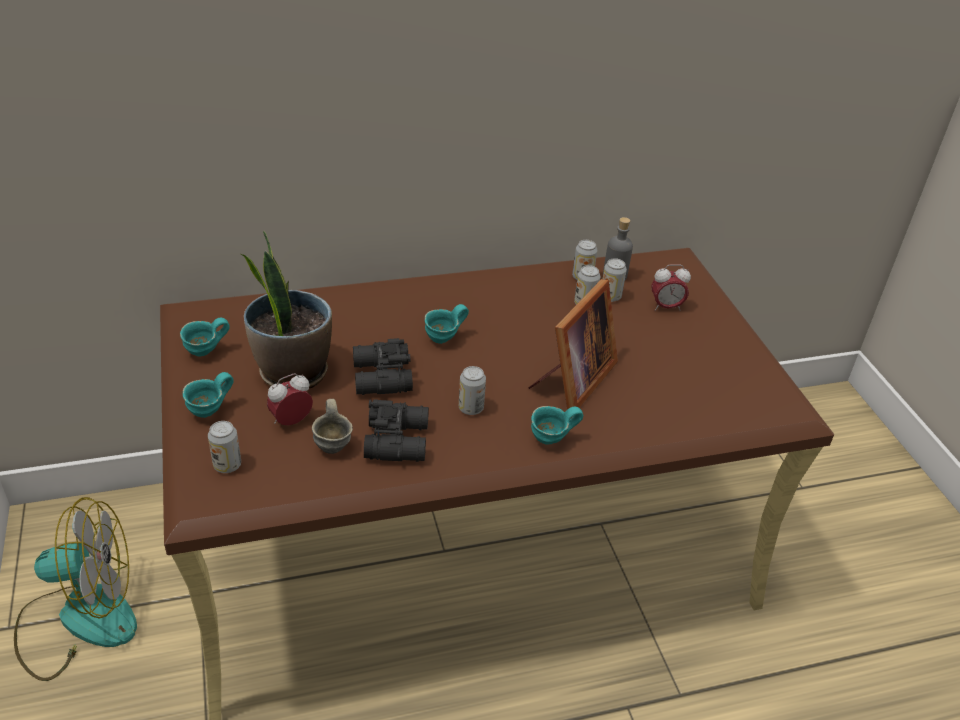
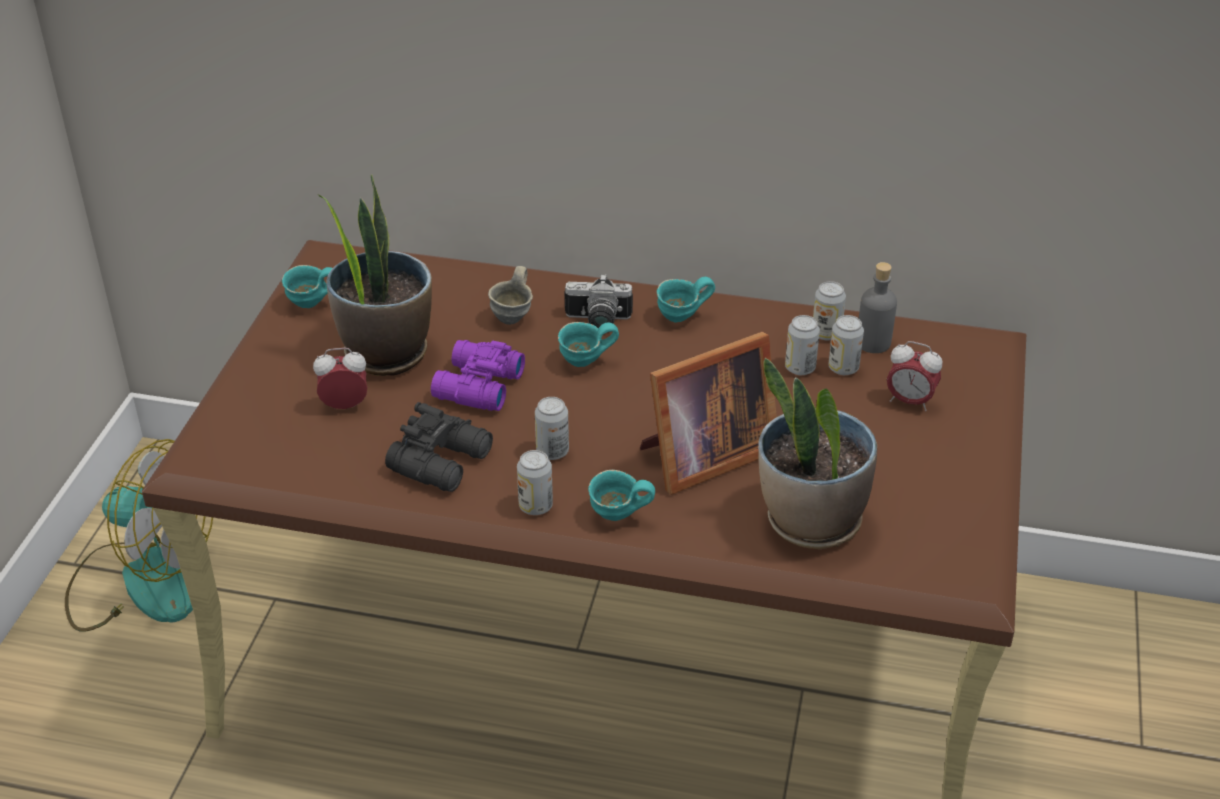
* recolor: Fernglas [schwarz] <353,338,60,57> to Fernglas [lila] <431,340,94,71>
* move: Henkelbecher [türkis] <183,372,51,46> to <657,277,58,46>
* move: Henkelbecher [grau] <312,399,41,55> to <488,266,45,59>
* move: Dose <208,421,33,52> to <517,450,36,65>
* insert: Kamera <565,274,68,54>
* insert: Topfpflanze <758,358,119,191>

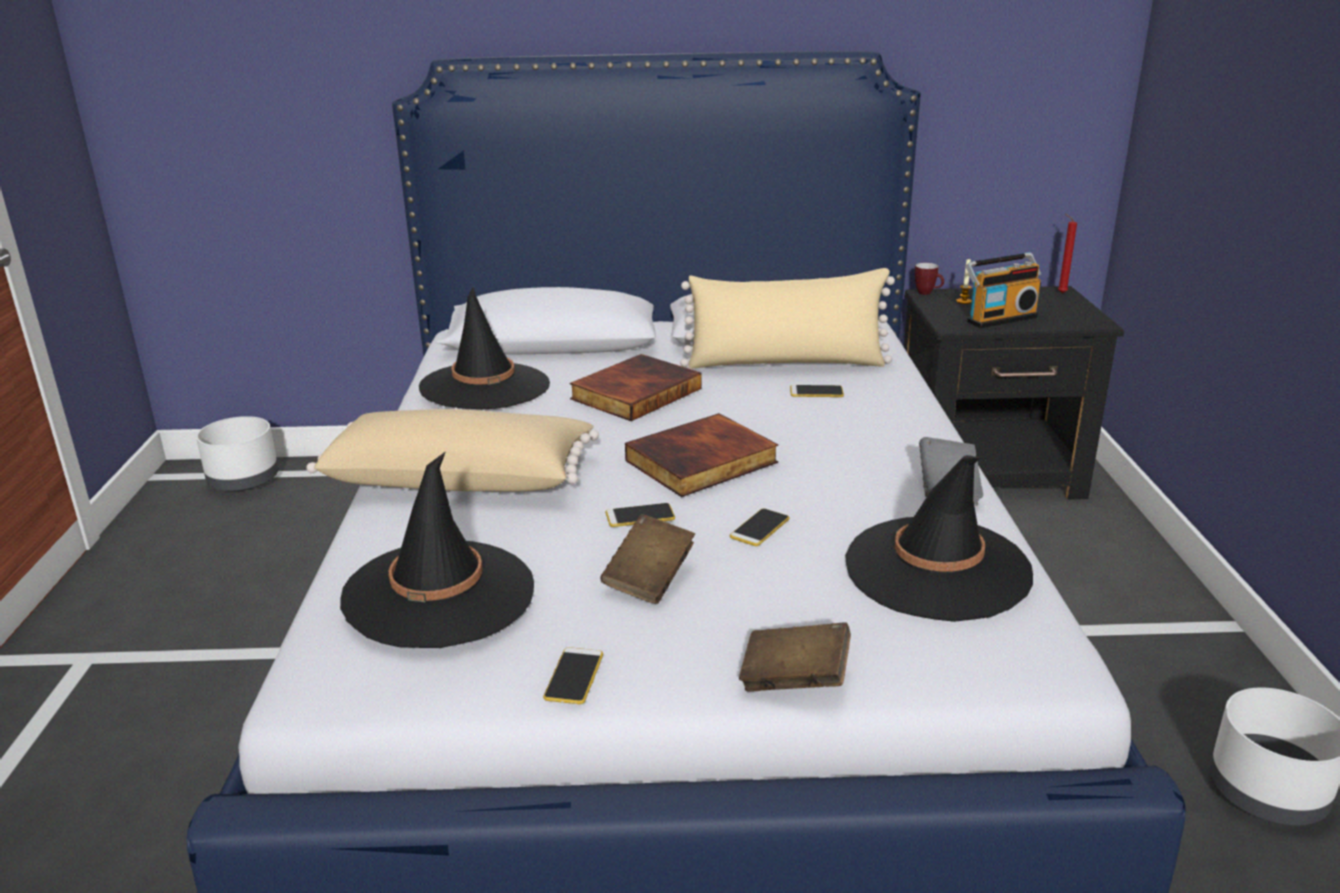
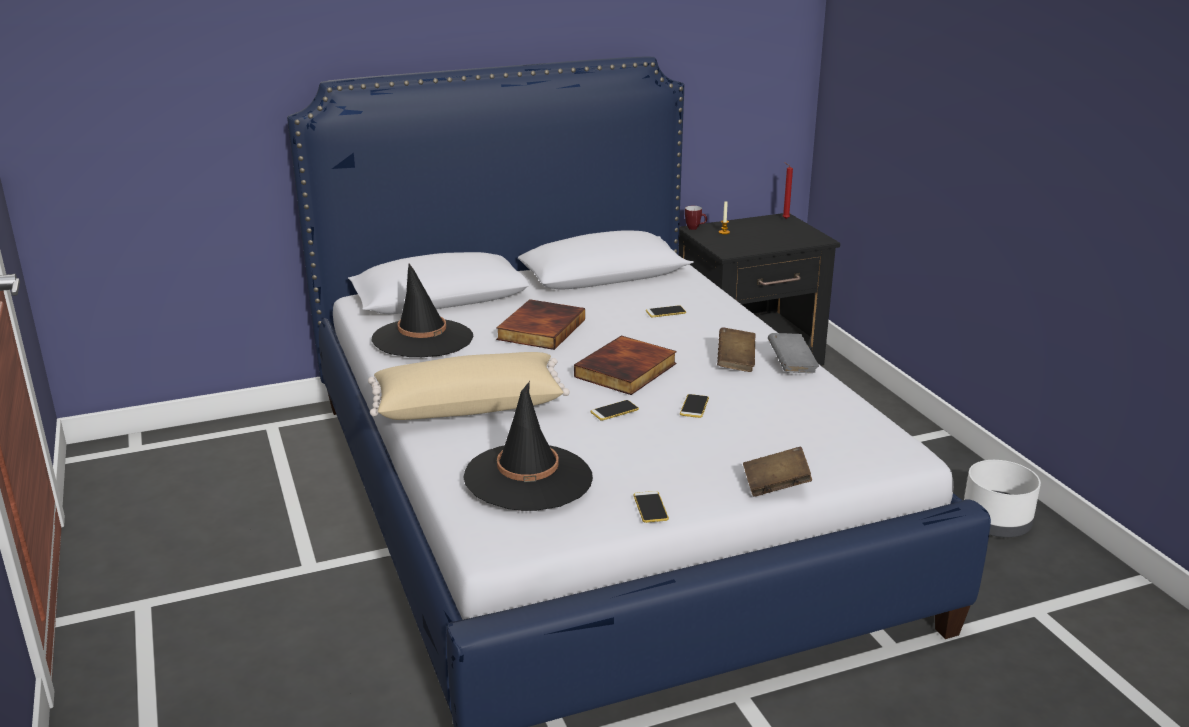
* delete: Radio <966,252,75,76>
* delete: Kissen [beige] <680,268,215,101>
* delete: Pflanzkübel [weiß] <196,416,82,75>
* delete: Hut [schwarz] <845,455,188,167>
* move: Buch [braun] <600,514,95,90> to <717,328,39,44>

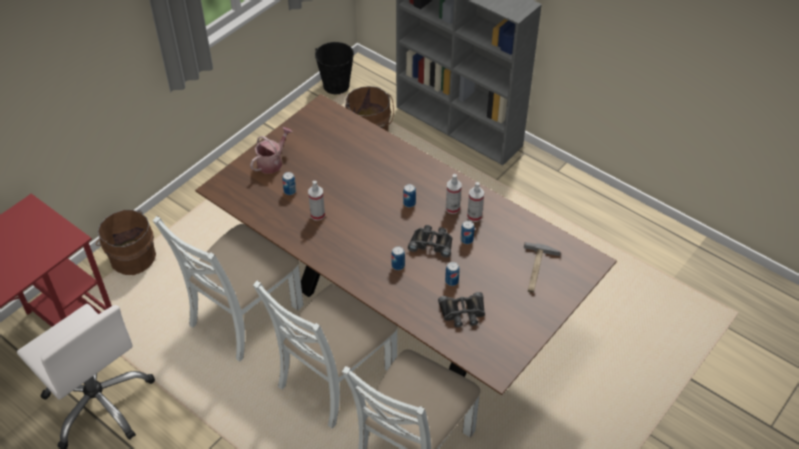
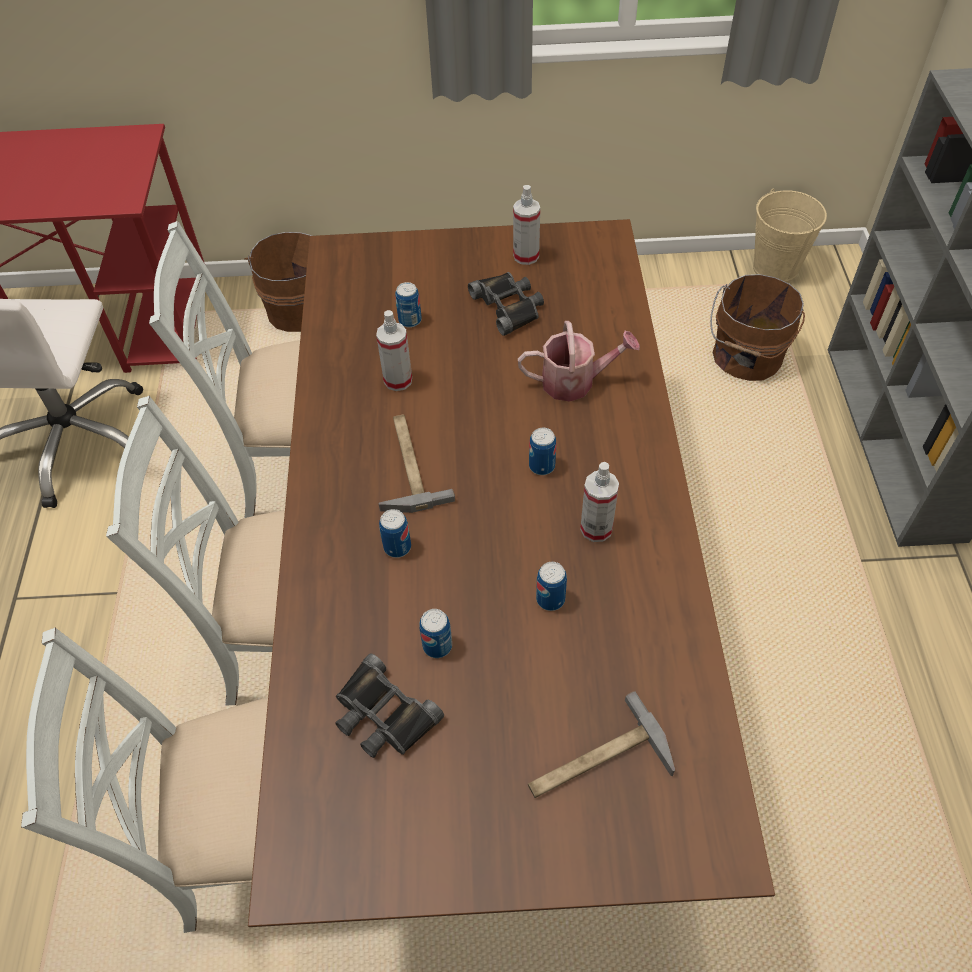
* recolor: Eimer [schwarz] <315,42,39,52> to Eimer [beige] <753,189,74,93>
* move: Gießkanne <250,127,43,47> to <518,321,122,81>
* move: Sprühflasche <467,182,17,40> to <513,185,27,80>
* move: Fernglas [schwarz] <408,225,45,33> to <468,272,76,64>
* insert: Hammer <378,414,77,99>

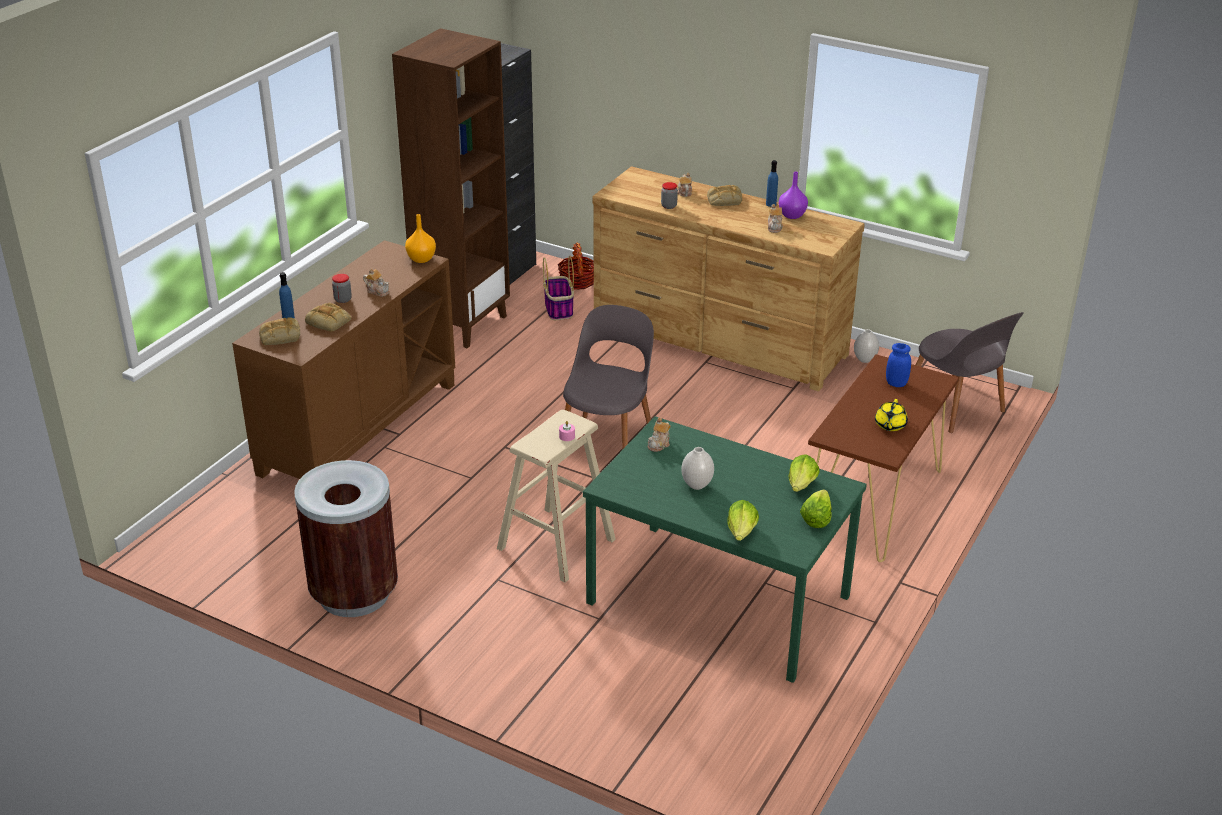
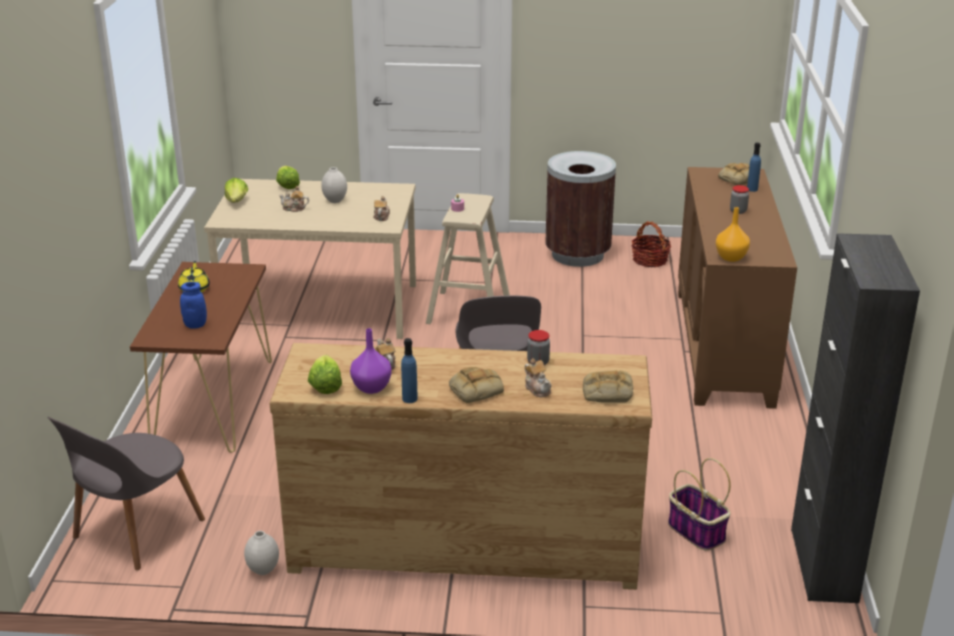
* delete: Bücherregal [braun] <392,28,118,320>
* move: Korb <558,243,36,47> to <631,221,40,46>
* move: Teekanne <363,269,26,28> to <279,186,30,26>
* move: Brot <305,302,46,30> to <583,370,50,33>
* rotate: Stuhl [grau] <916,312,108,121> = <47,417,158,153> 90 degrees counterclockwise
* recolor: Esstisch [grün] <583,416,284,267> to Esstisch [beige] <204,179,212,160>
* move: Salatkopf <789,454,31,38> to <308,355,34,39>

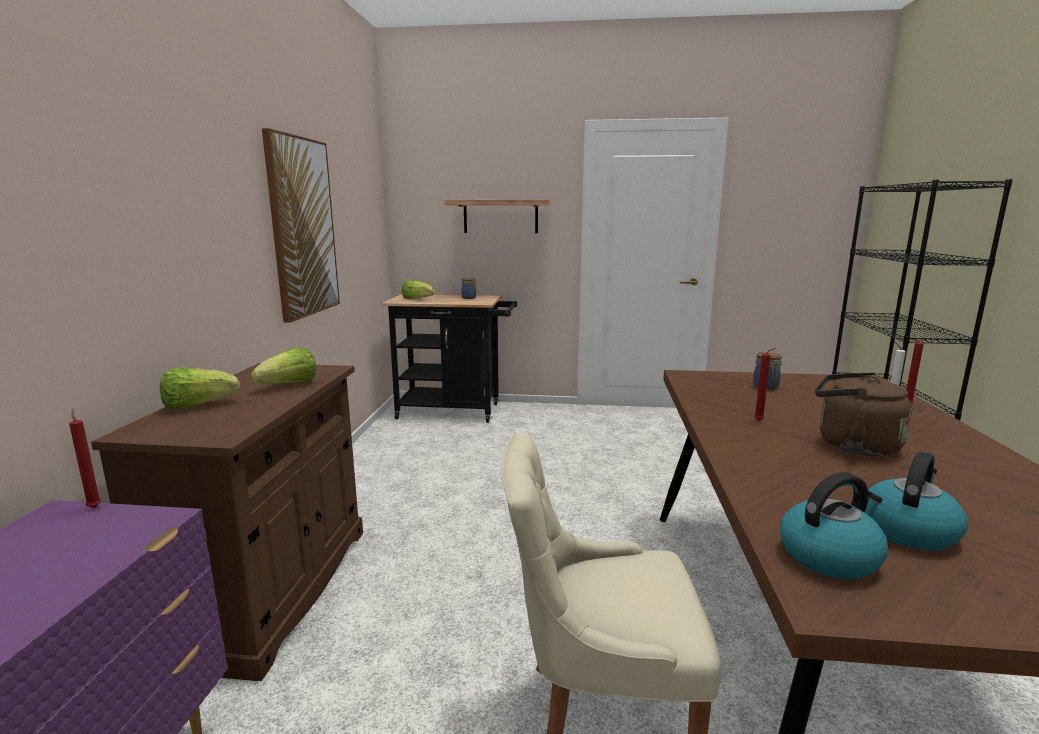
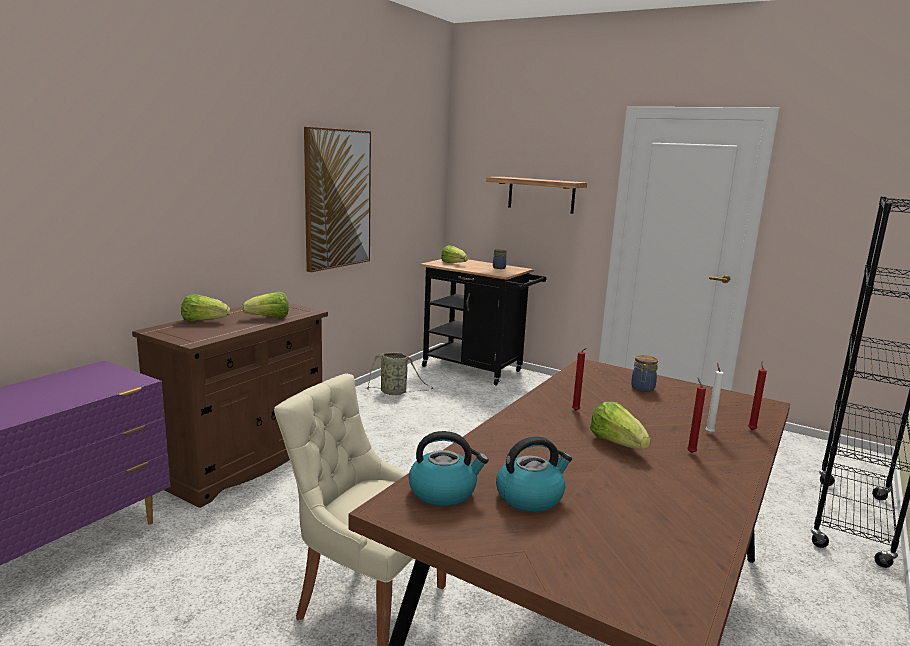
* replace: Wasserkessel [braun] <815,372,97,84> to Salatkopf <590,402,61,47>
* move: Kerze [rot] <69,409,32,99> to <687,378,19,75>
* insert: Korb <367,352,66,43>

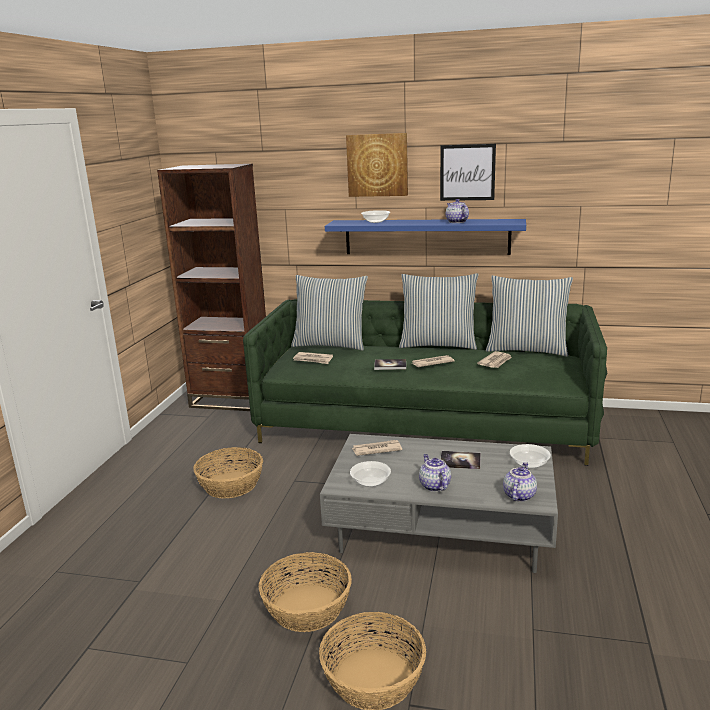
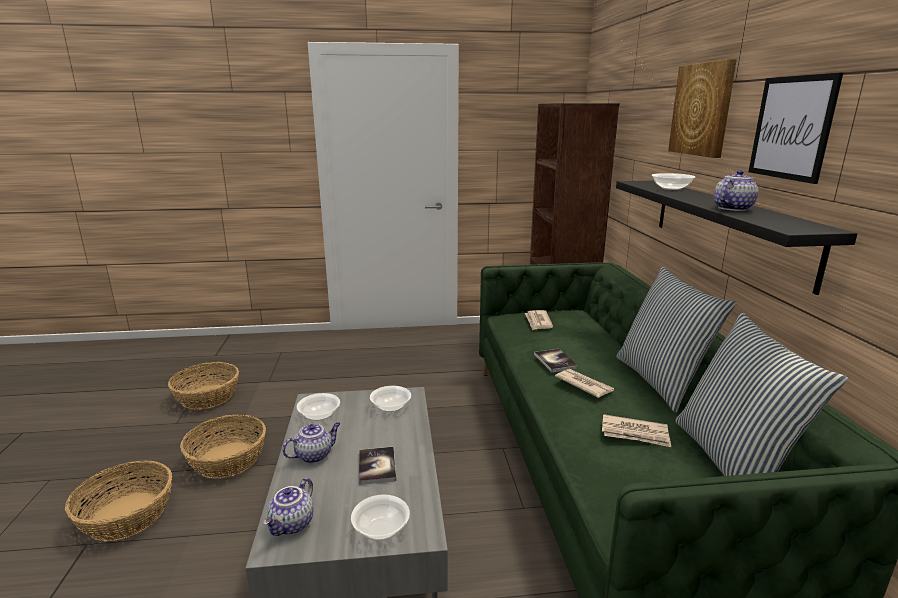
* recolor: Wandregal [blau] <325,219,201,36> to Wandregal [schwarz] <616,181,241,114>
* delete: Kissen <291,275,77,76>
* replace: Zeitung <352,440,50,16> to Schüssel <370,386,41,26>
* move: Korb <193,447,70,52> to <168,362,71,48>
* rotate: Teekanne <503,462,34,40> = <263,477,50,59> 105 degrees clockwise

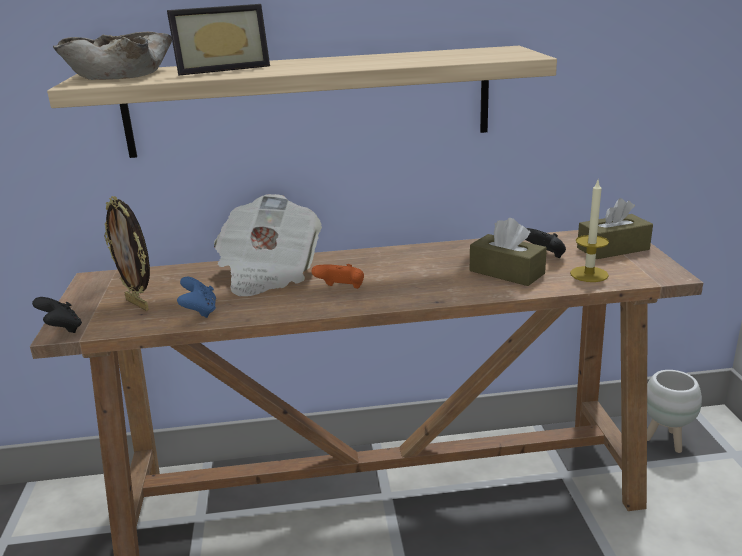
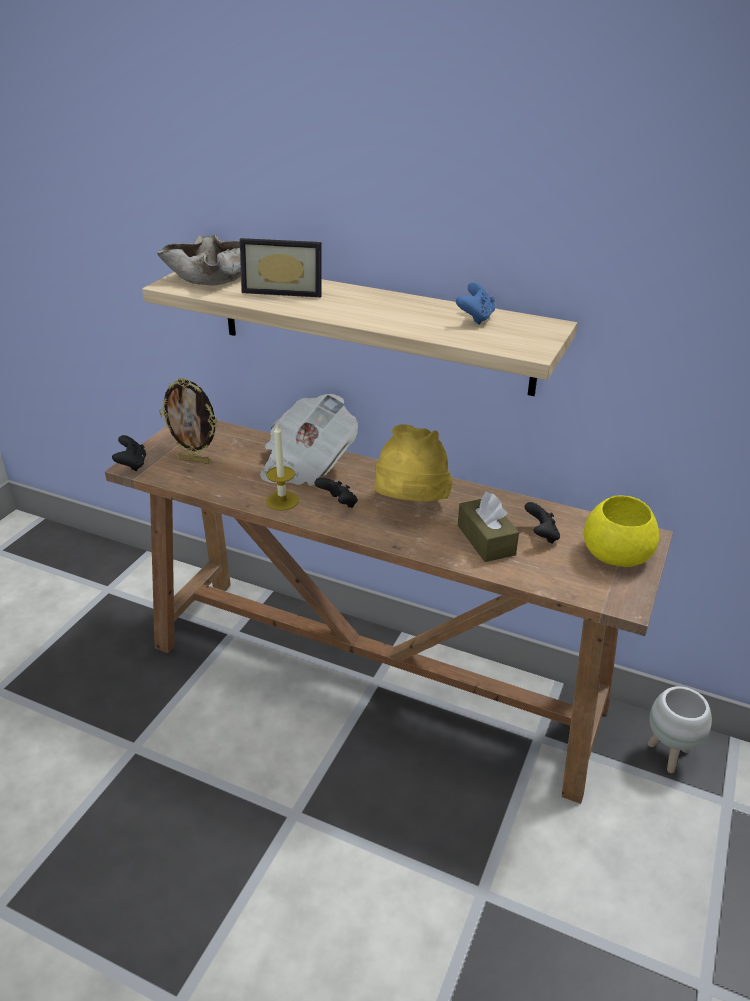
* move: Kerze <570,178,39,104> to <266,423,33,88>
* rotate: Bilderrahmen <104,196,46,115> = <159,377,59,87> 60 degrees counterclockwise
* replace: Taschentuchbox [braun] <577,198,76,61> to Schüssel [gelb] <584,495,75,72>
* recolor: Gamepad [orange] <311,264,53,25> to Gamepad [schwarz] <315,477,43,31>
* move: Gamepad [blau] <177,276,39,42> to <456,283,39,42>
* insert: Hut [gelb] <375,424,77,78>

